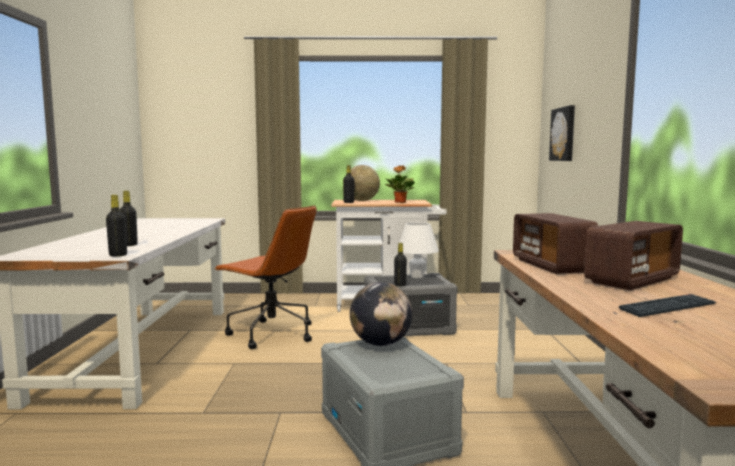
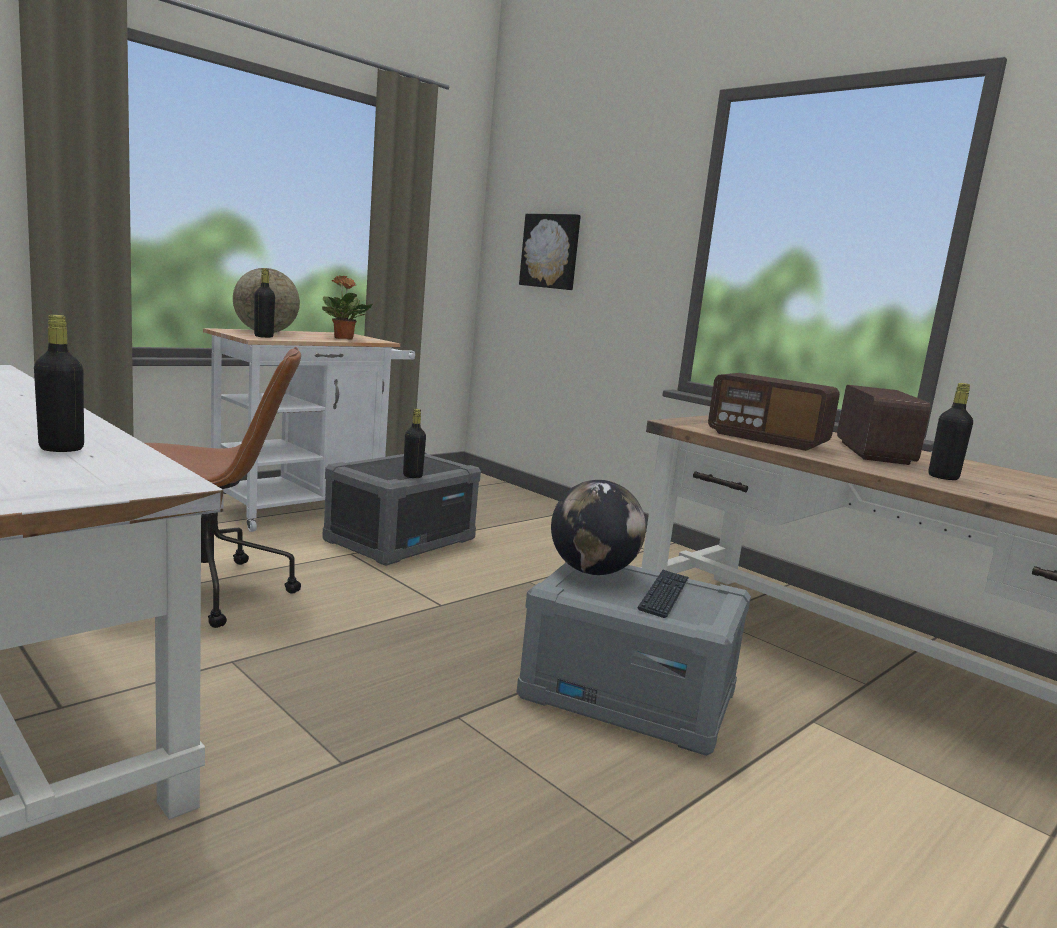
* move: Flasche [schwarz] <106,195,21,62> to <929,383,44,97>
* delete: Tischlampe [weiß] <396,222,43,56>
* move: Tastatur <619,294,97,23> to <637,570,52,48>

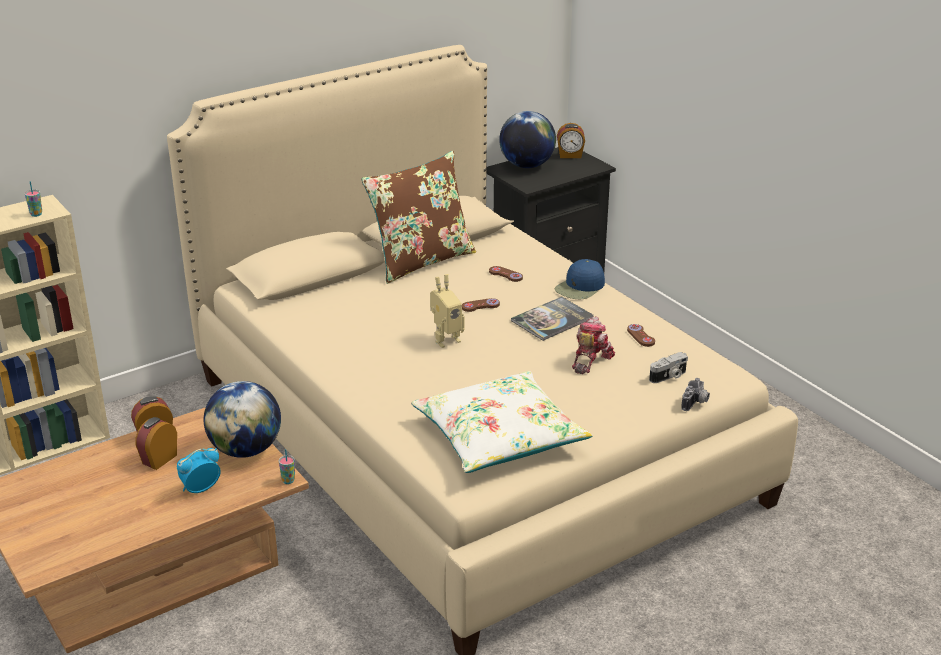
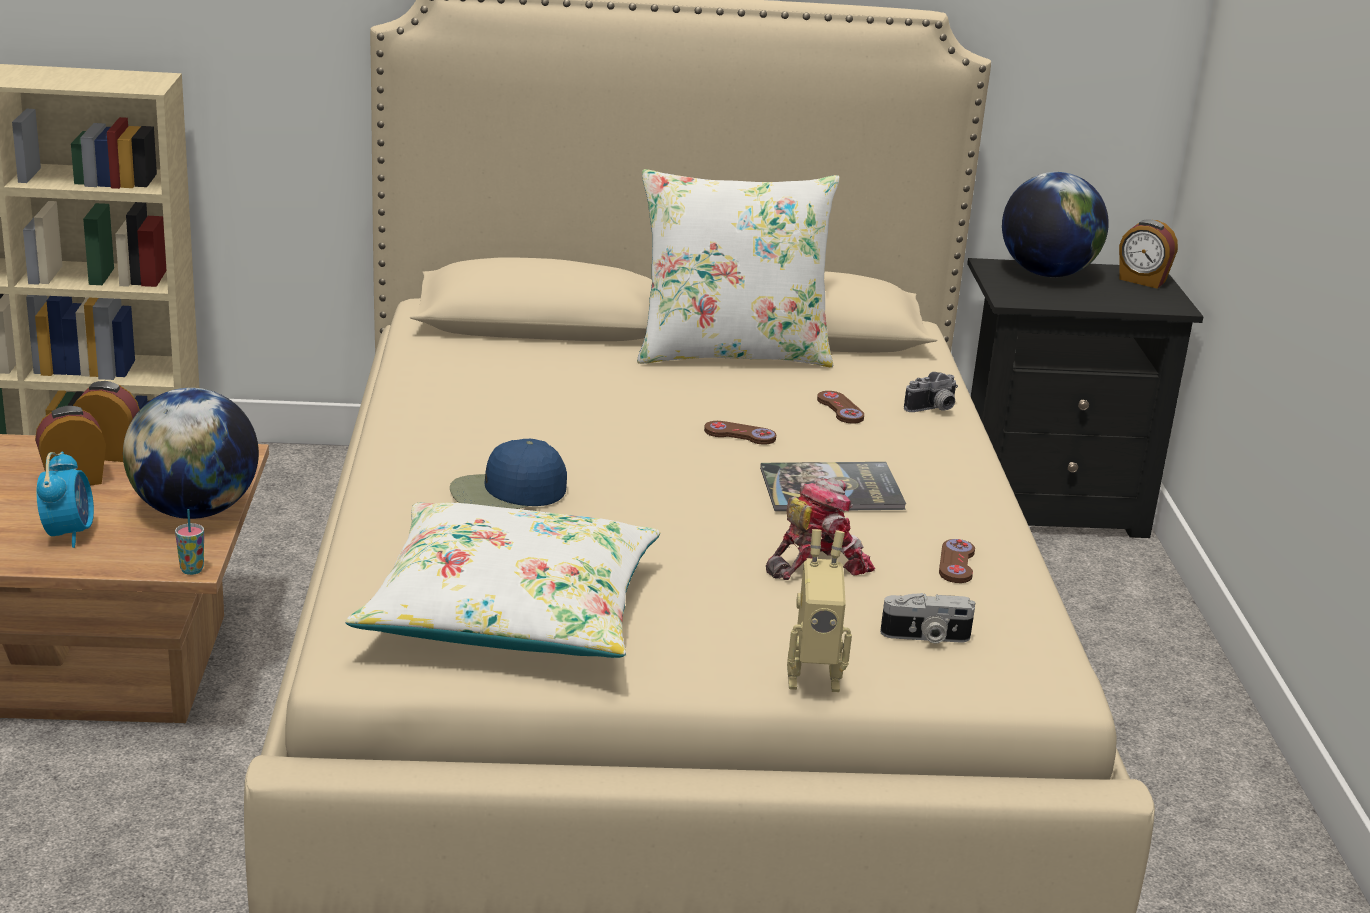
* recolor: Kissen [braun] <362,151,114,133> to Kissen [weiß] <637,169,203,198>
* delete: Tasse <25,181,17,36>
* move: Kappe [blau] <555,259,50,40> to <450,439,117,70>
* move: Spielzeugroboter <430,274,34,74> to <787,529,65,163>
* move: Kamera <681,378,29,33> to <904,372,54,40>
* rotate: Wecker <177,448,44,45> = <36,452,58,96> 90 degrees clockwise

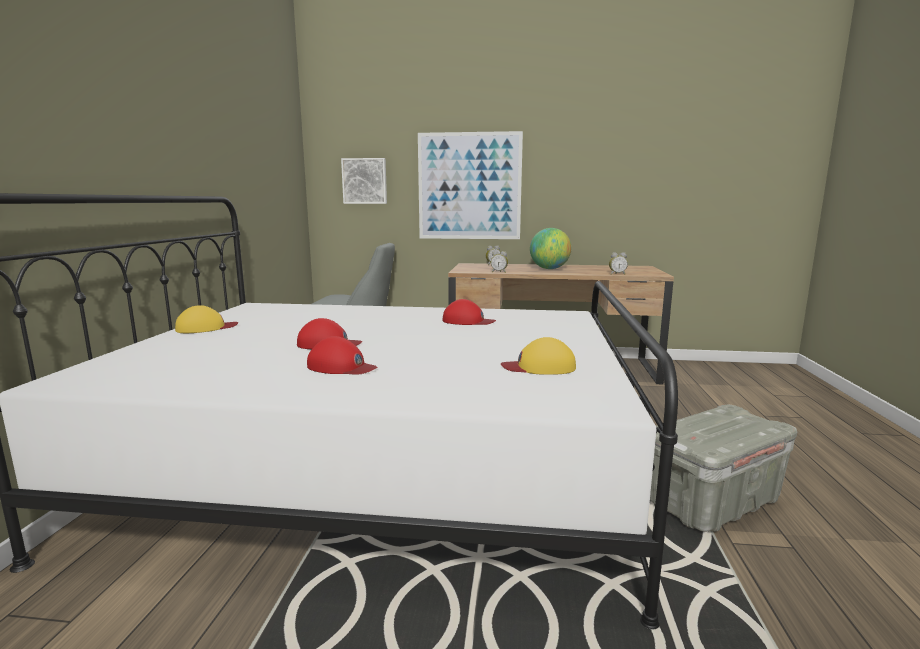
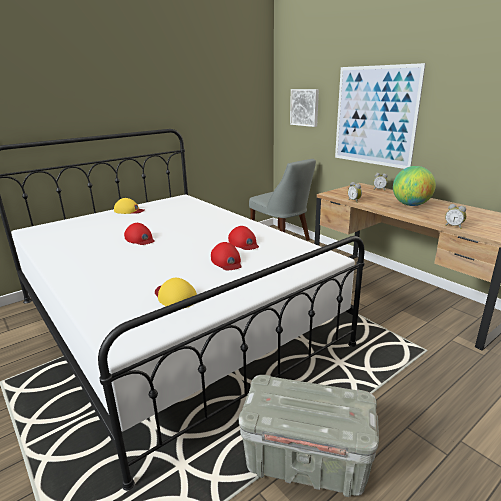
* move: Kappe [rot] <307,336,70,39> to <211,242,31,28>

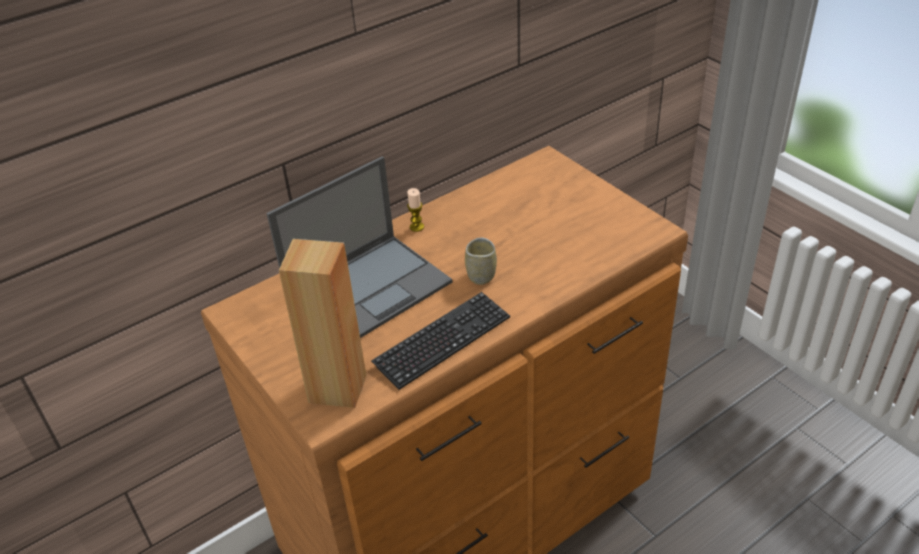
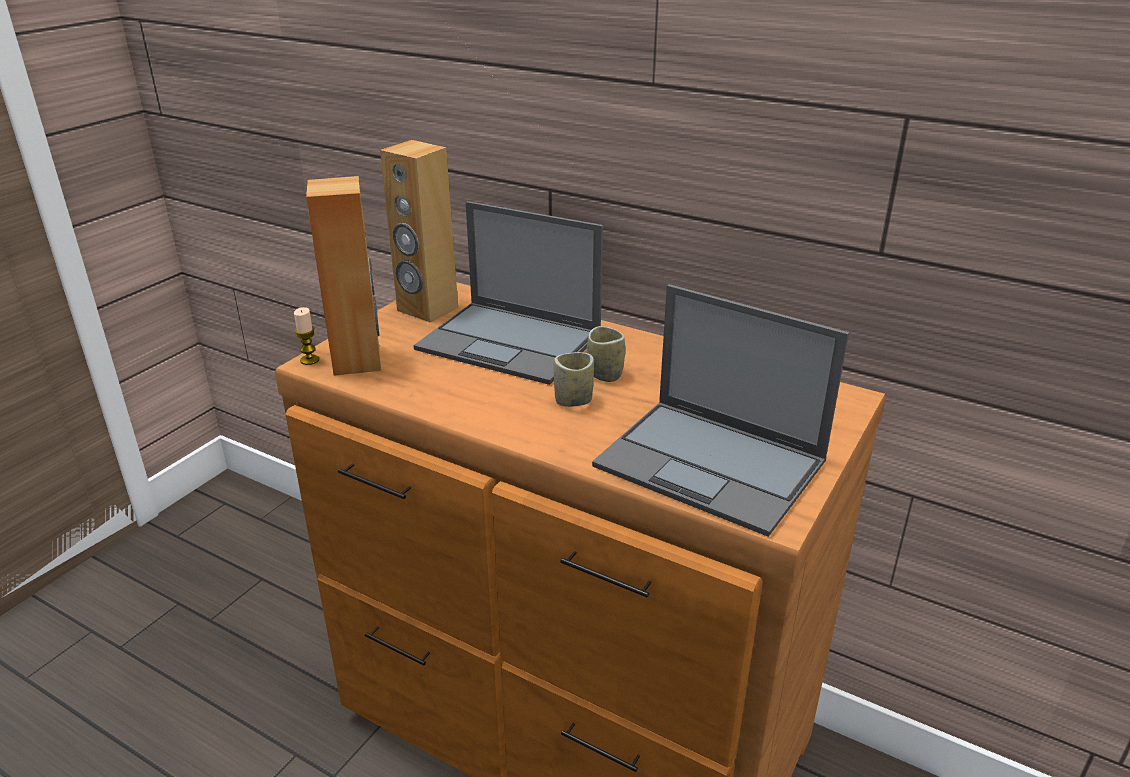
* move: Kerze <407,188,17,44> to <294,307,25,58>
* delete: Tastatur <371,292,139,98>
* insert: Lautsprecher [braun] <380,140,78,183>
* insert: Laptop <592,284,257,253>
* insert: Tasse <587,326,38,56>

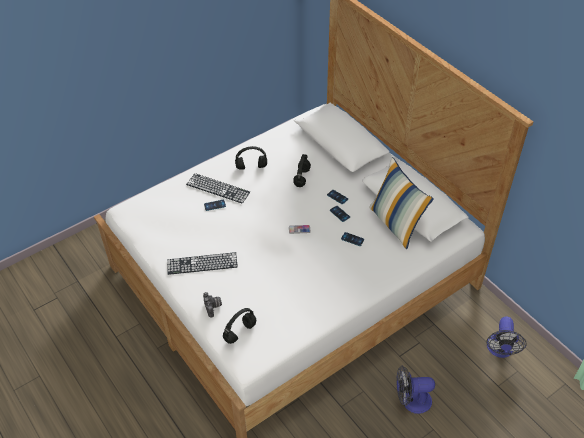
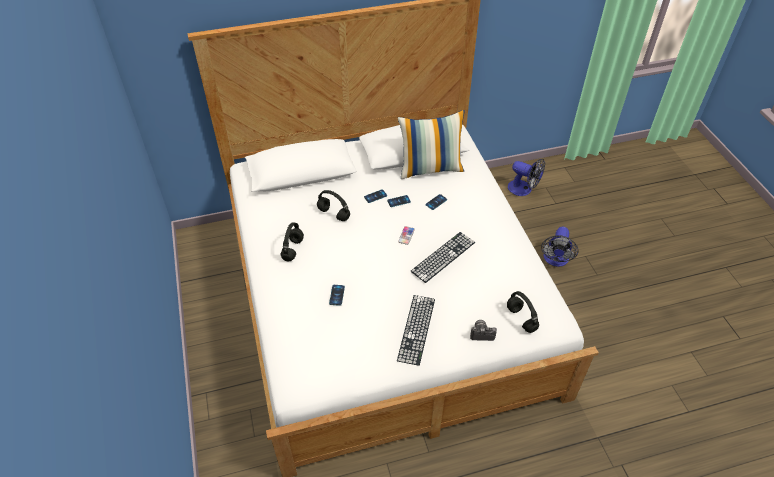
* move: Tastatur <186,173,64,31> to <411,232,64,51>

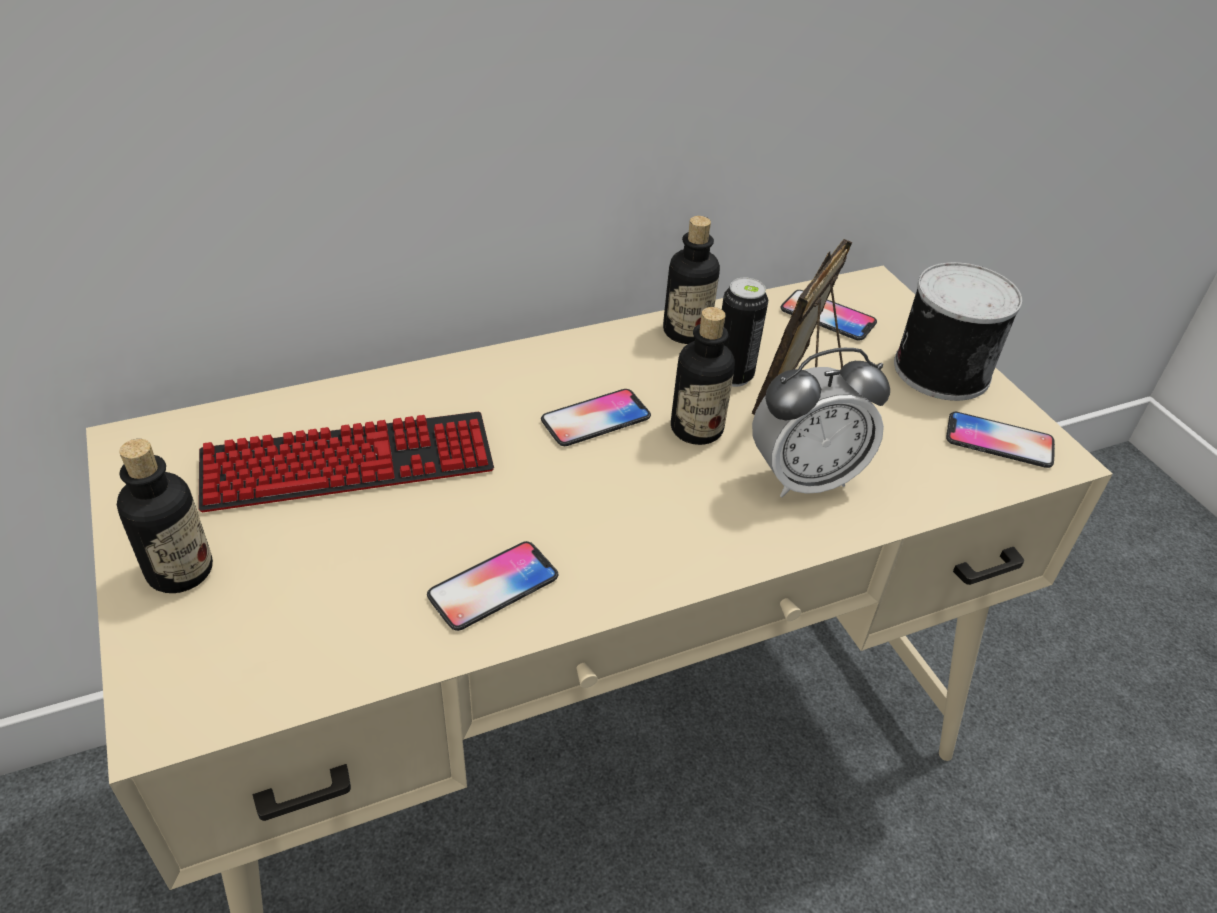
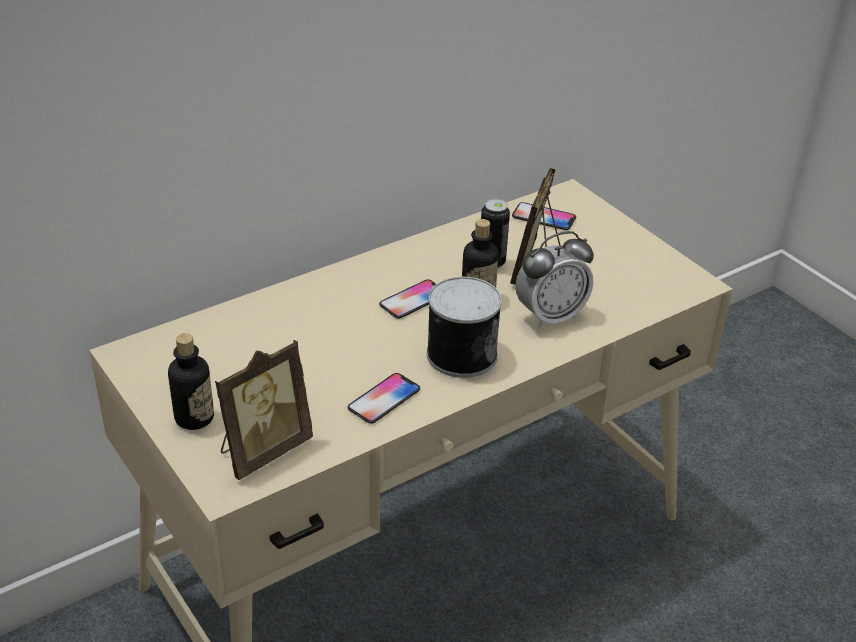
* delete: Flasche <663,216,57,128>
* move: Dose <894,262,128,139> to <427,277,75,101>
* delete: Tastatur <198,411,296,102>
* delete: Handy <946,412,109,56>
* insert: Bilderrahmen <215,340,98,140>

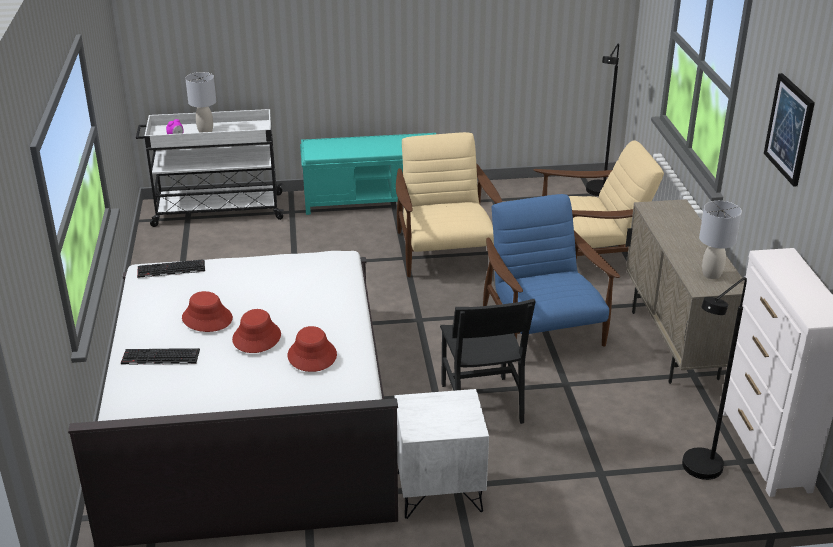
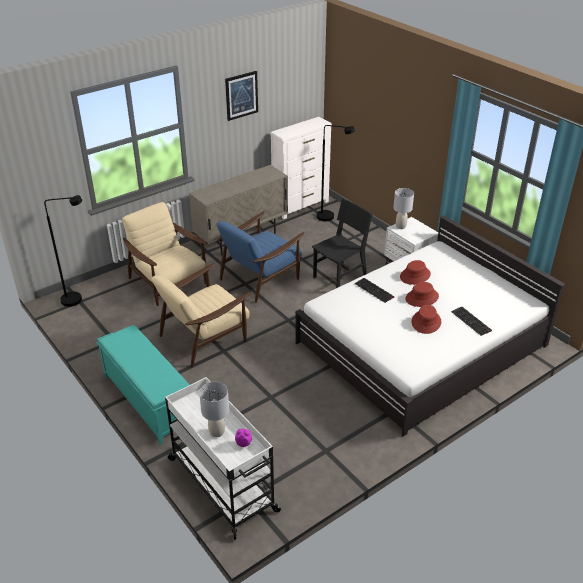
* move: Tischlampe [grau] <699,201,43,78> to <393,188,21,41>
* move: Tastatur <137,259,68,19> to <355,278,39,25>

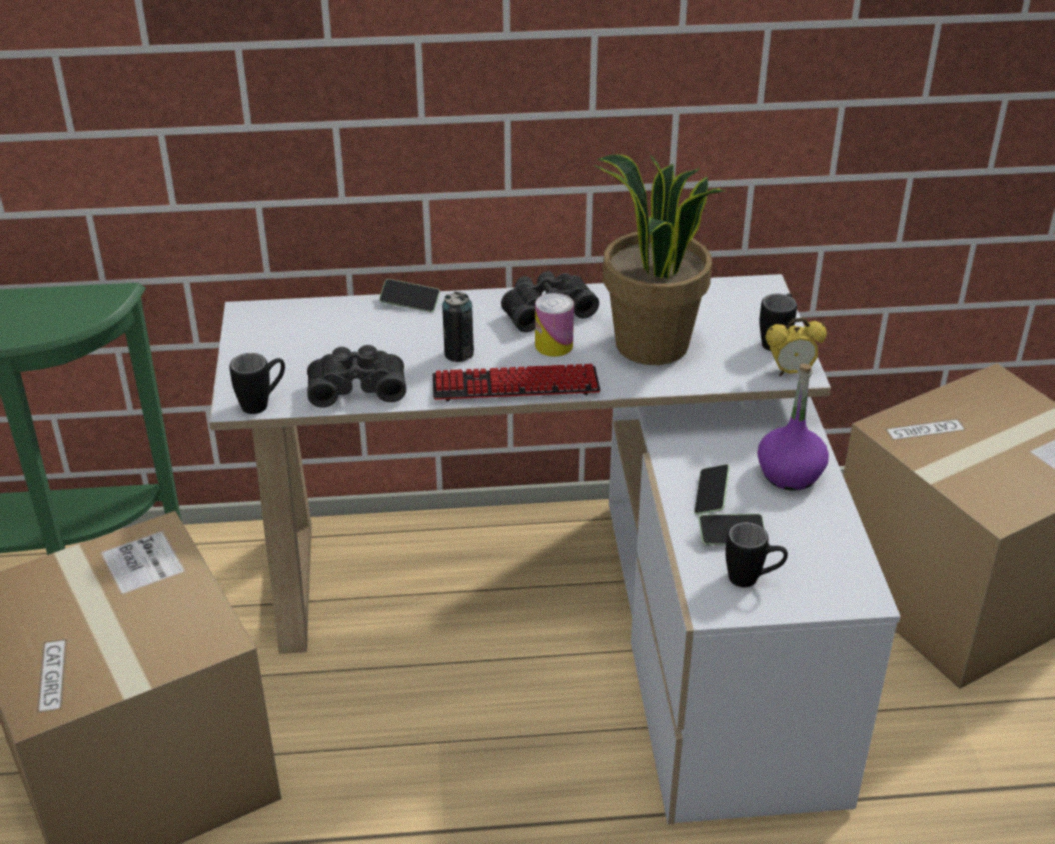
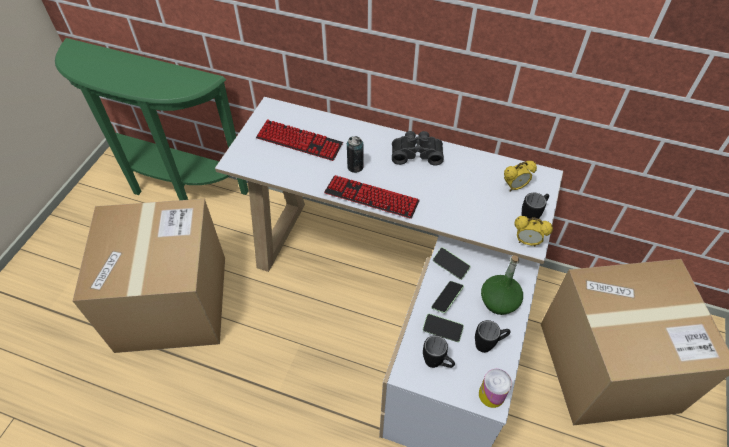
* delete: Topfpflanze <594,154,130,211>
* move: Handy <379,279,61,33> to <433,247,37,33>
* move: Dose <535,293,39,64> to <479,369,33,39>
* delete: Fernglas [schwarz] <307,345,99,63>
* move: Henkelbecher [schwarz] <230,353,55,61> to <475,320,36,33>
* recolor: Flasche [lila] <757,364,72,126> to Flasche [grün] <481,255,42,60>
* insert: Tastatur <256,119,87,42>
* insert: Wecker <504,161,33,30>

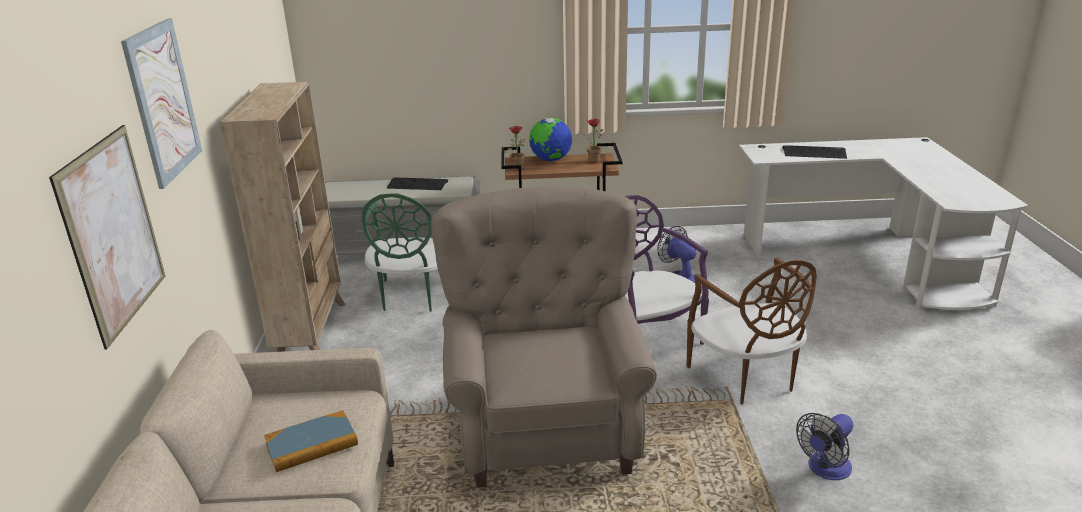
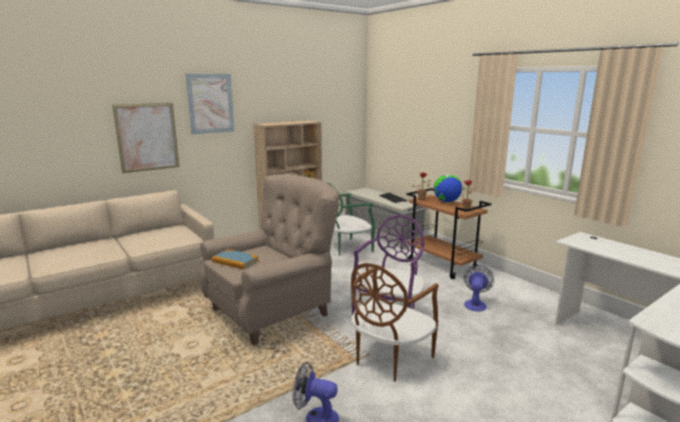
* delete: Tastatur <782,145,65,14>
* move: Buch <264,410,94,62> to <212,249,47,20>

